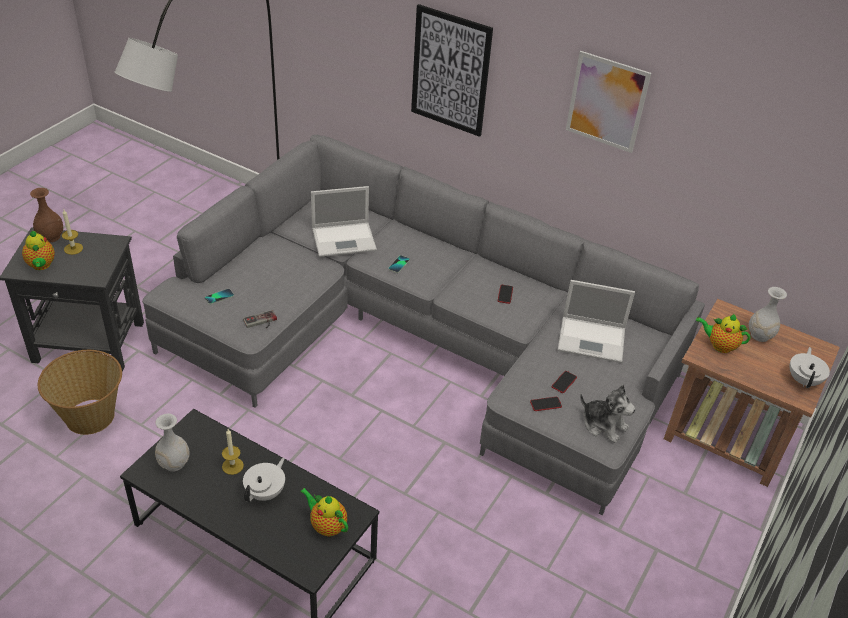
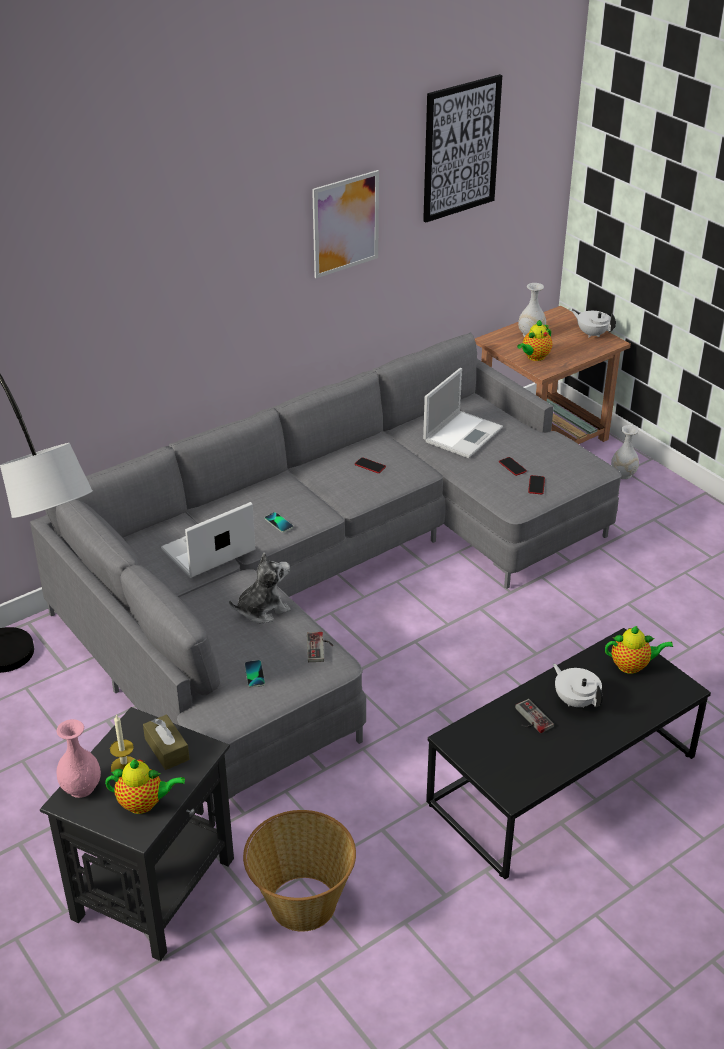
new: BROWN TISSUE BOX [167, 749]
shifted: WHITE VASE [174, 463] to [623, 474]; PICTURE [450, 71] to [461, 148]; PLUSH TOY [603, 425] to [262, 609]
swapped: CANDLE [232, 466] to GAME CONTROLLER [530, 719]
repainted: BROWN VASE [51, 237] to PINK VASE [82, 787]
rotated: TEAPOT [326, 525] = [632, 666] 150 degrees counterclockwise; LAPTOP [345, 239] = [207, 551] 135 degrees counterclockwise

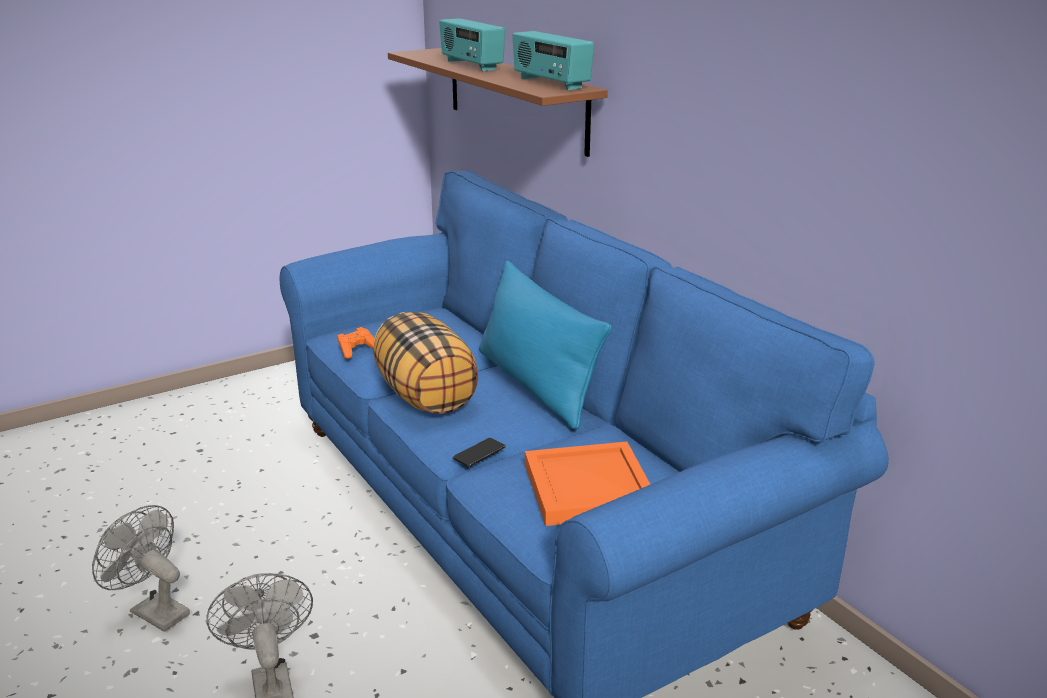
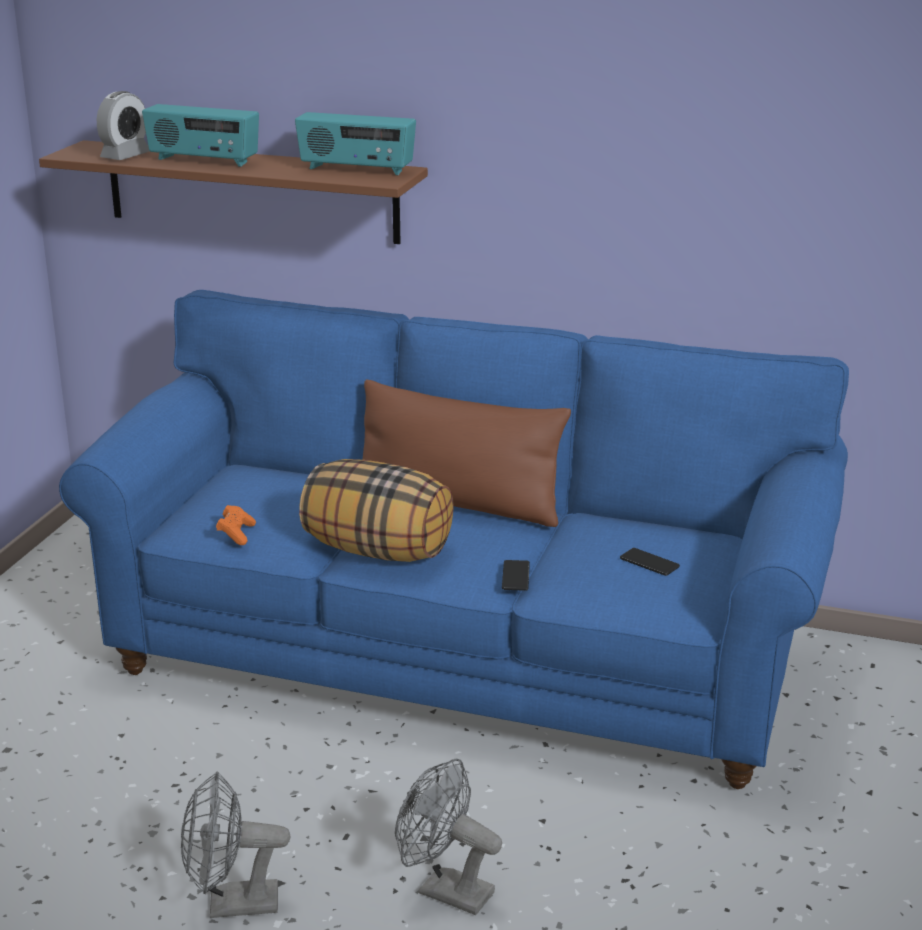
new: ALARM CLOCK [125, 156]
swapped: ORANGE TRAY [589, 486] to PHONE [649, 563]
repainted: BLUE PILLOW [535, 384] to BROWN PILLOW [457, 503]

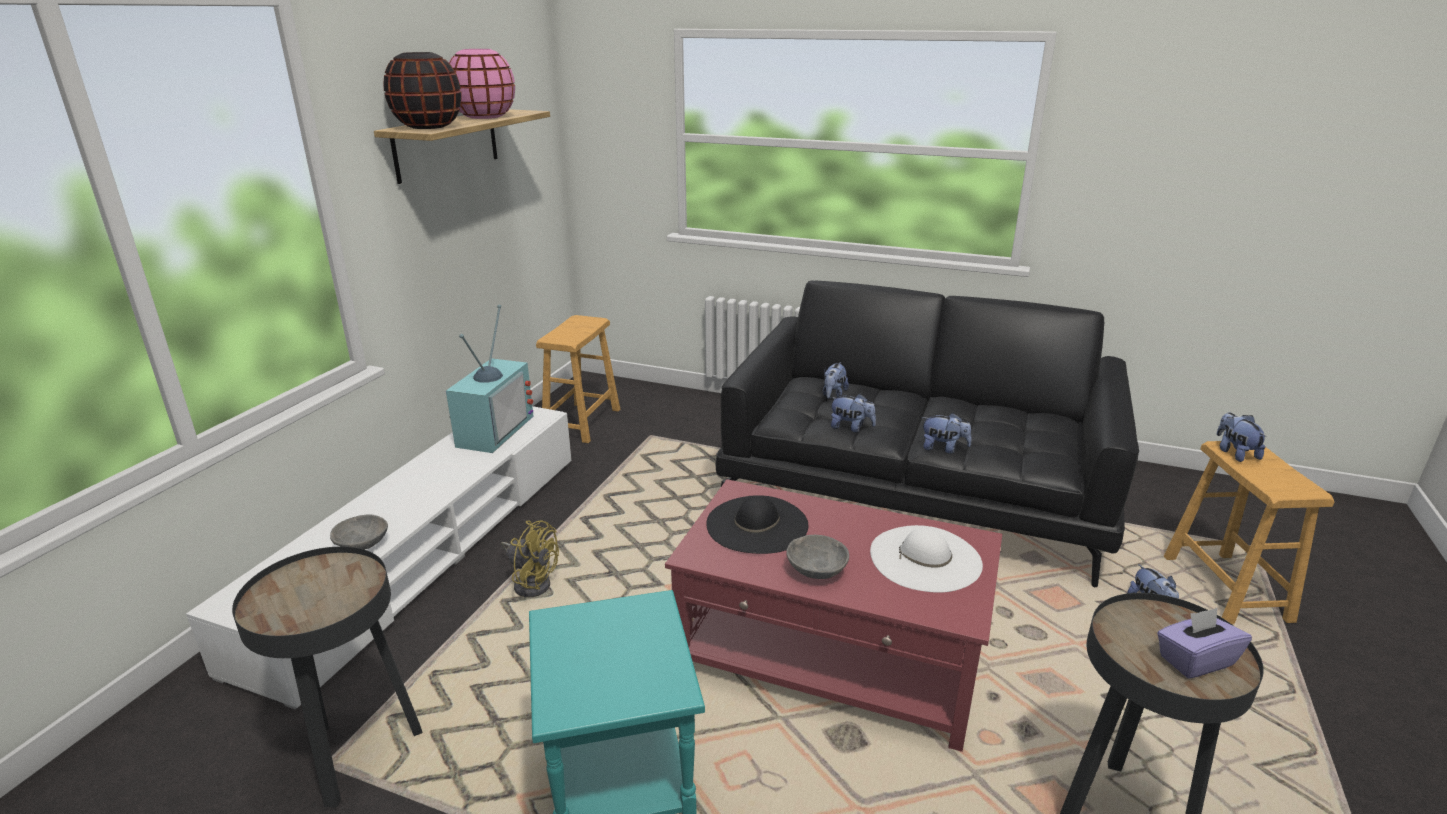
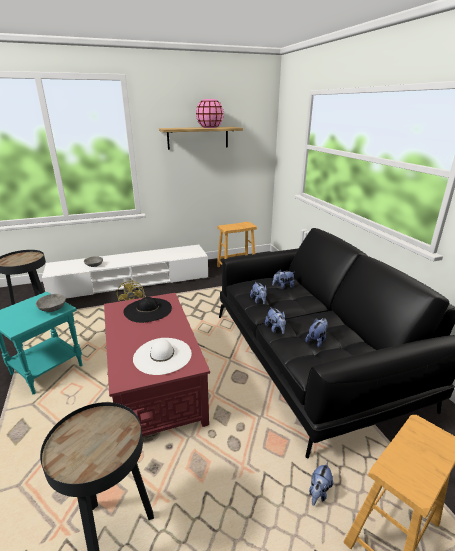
gone: BLACK VASE [428, 127]; TELEVISION [492, 430]; PURPLE TISSUE BOX [1195, 660]
shifted: GREY BOWL [815, 571] to [52, 309]; PLUSH TOY [1234, 453] to [317, 340]

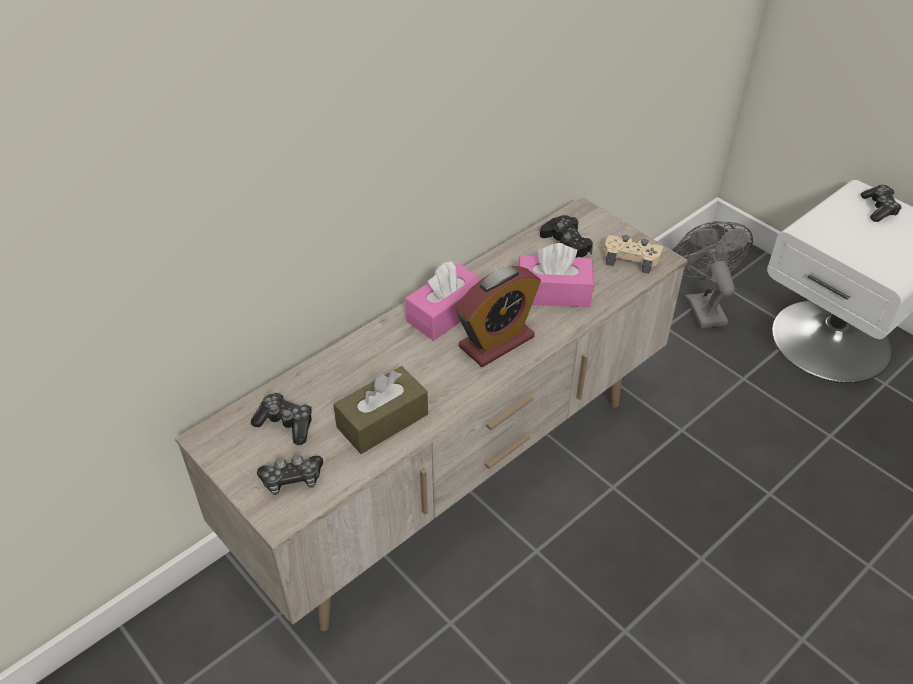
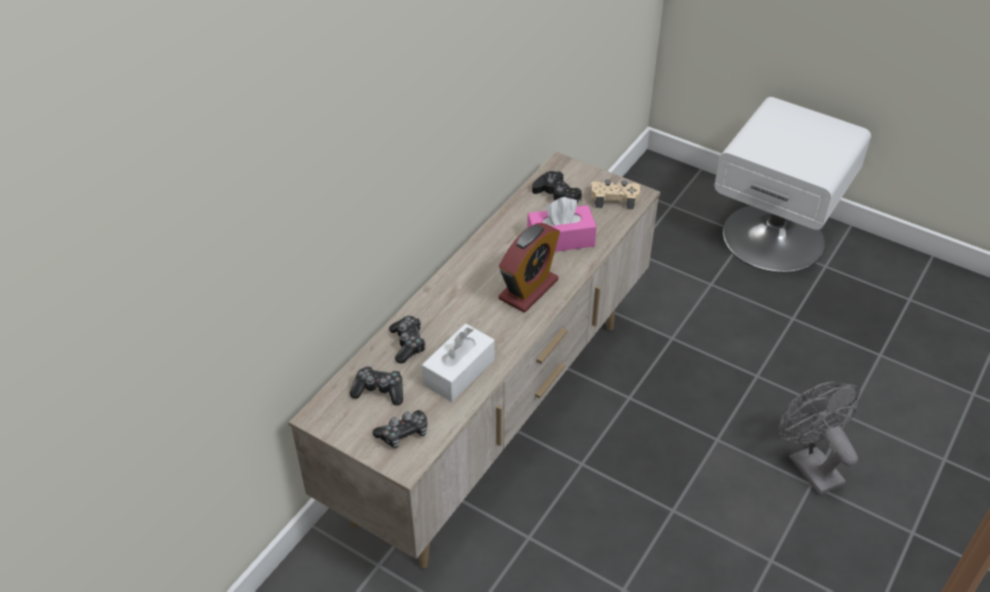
gone: PINK TISSUE BOX [446, 313]
shifted: GREY FAN [701, 306] to [809, 465]; GAME CONTROLLER [879, 209] to [408, 344]
repainted: BROWN TISSUE BOX [382, 421] to WHITE TISSUE BOX [459, 372]

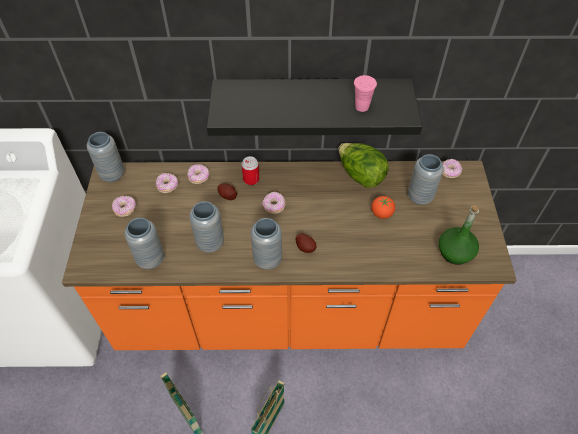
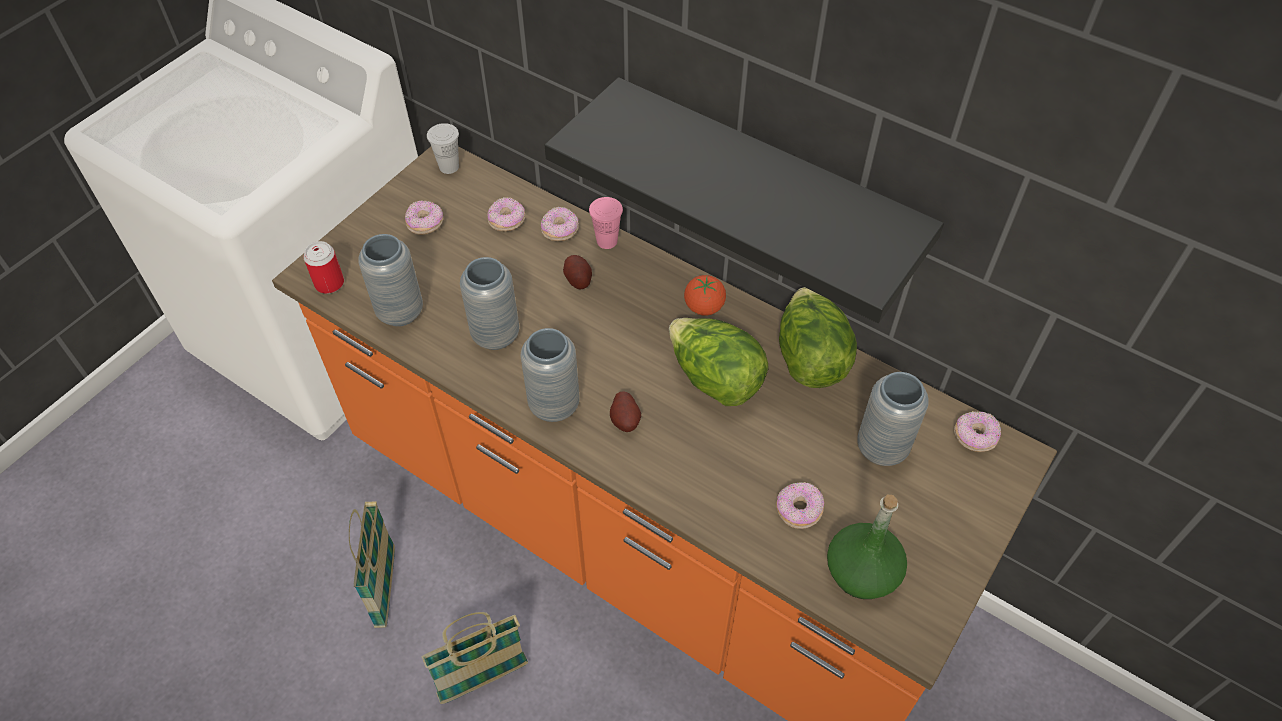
new: LETTUCE [714, 380]
shifted: CAN [251, 179] to [329, 283]; DONUT [274, 206] to [798, 510]; PINK CUP [362, 106] to [607, 241]; TOMATO [381, 213] to [704, 307]
swapped: GREY VASE [112, 175] to WHITE CUP [449, 167]

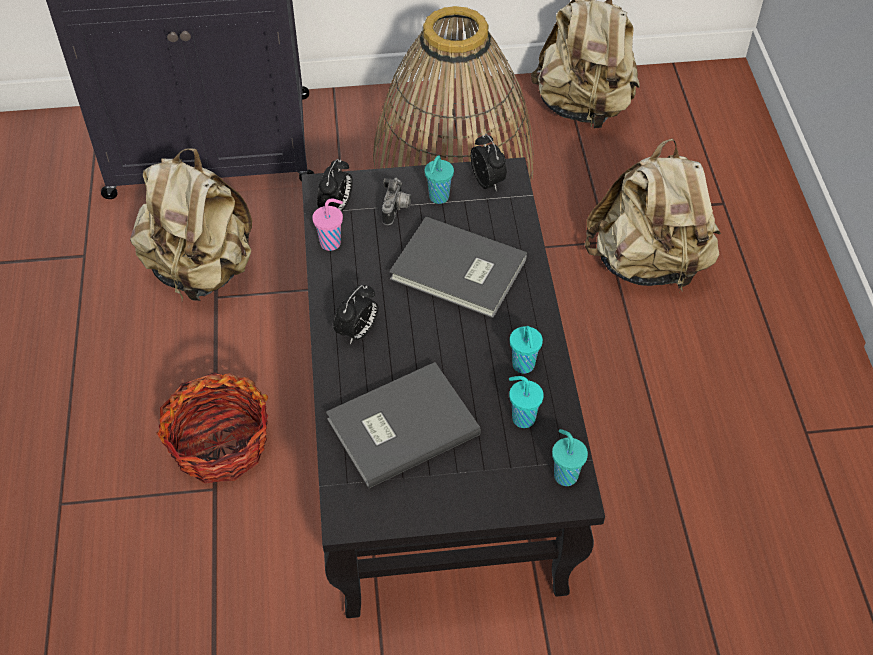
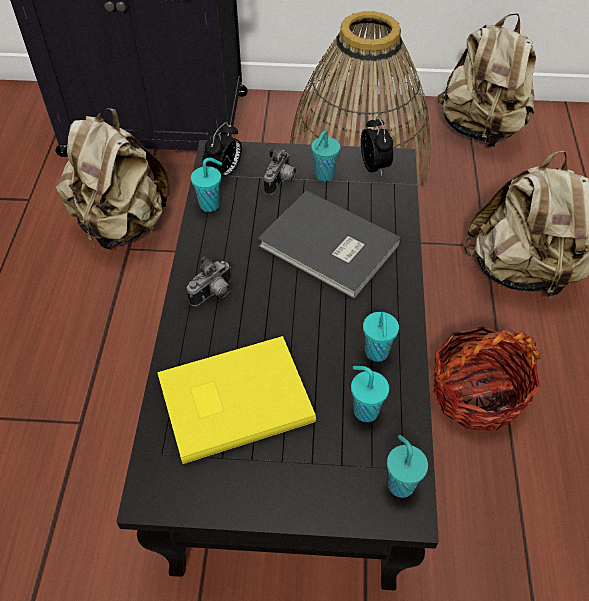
shifted: BASKET [220, 445] to [476, 394]
swapped: ALARM CLOCK [358, 332] to PHOTO CAMERA [214, 294]
repainted: PINK CUP [331, 243] to TURQUOISE CUP [211, 204]; GREY BOOK [399, 425] to YELLOW BOOK [232, 398]

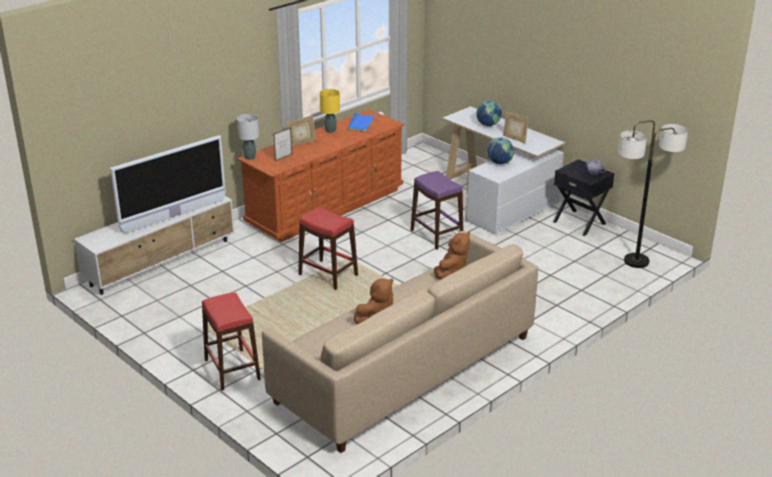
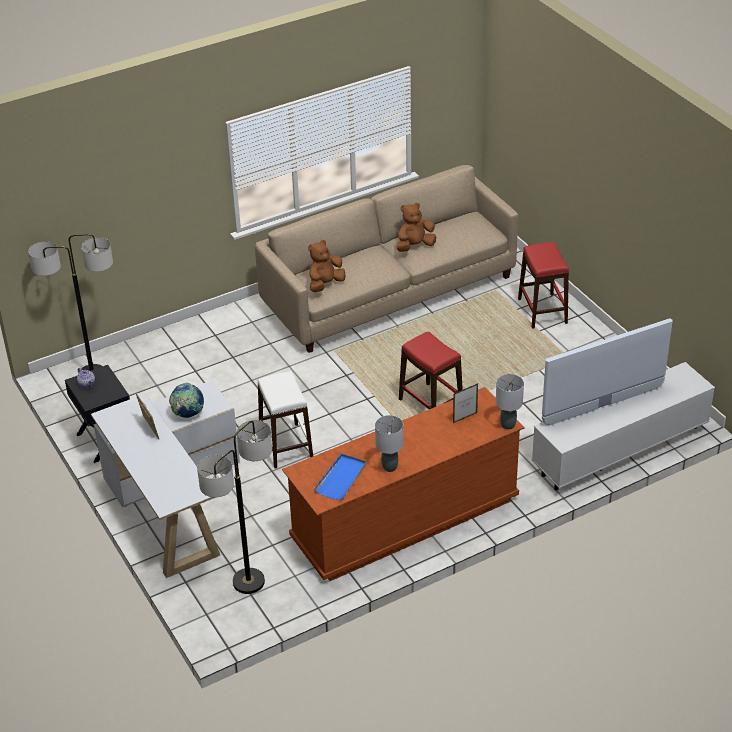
gone: PICTURE FRAME [301, 143]; GLOBE [488, 125]
new: FLOOR LAMP [248, 582]
repainted: YELLOW TABLE LAMP [330, 130] to GREY TABLE LAMP [390, 467]; PURPLE STOOL [436, 235] to WHITE STOOL [286, 445]

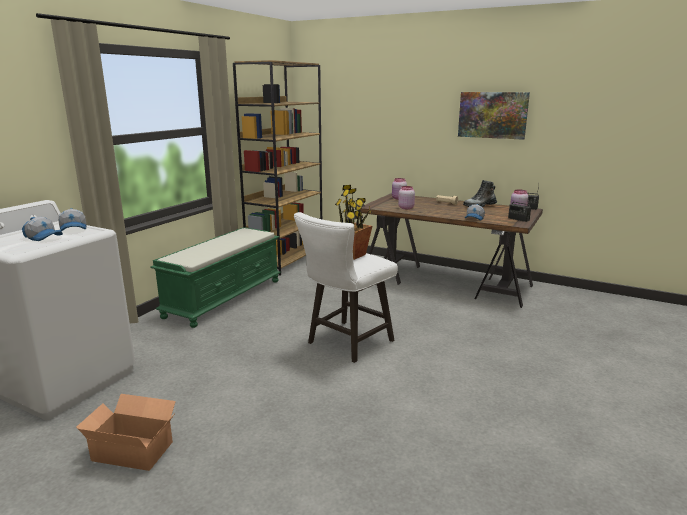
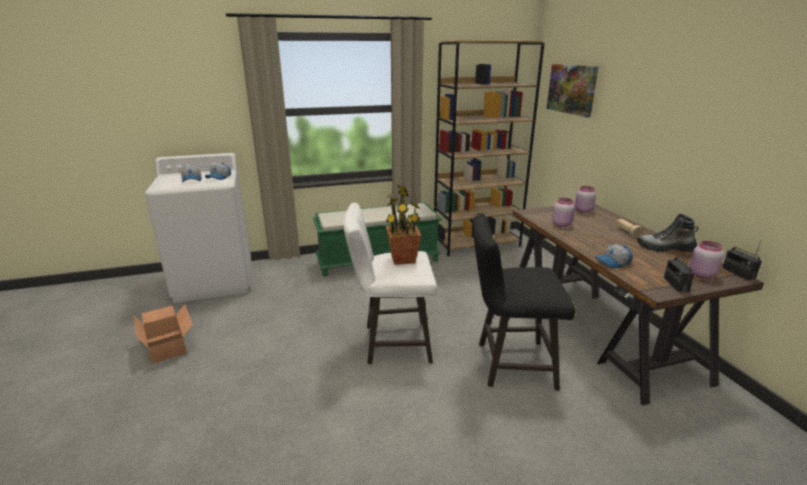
new: BLACK STOOL [509, 364]
shifted: PICTURE [492, 115] to [572, 89]

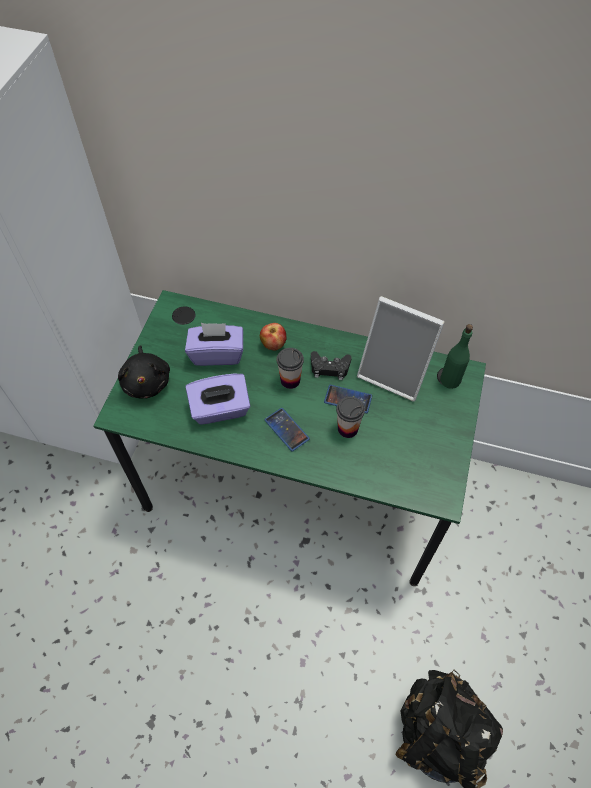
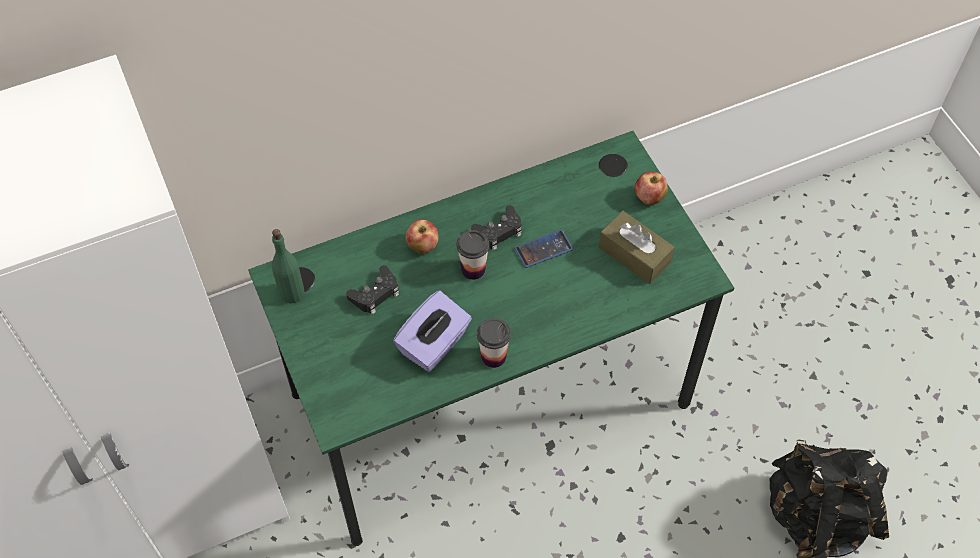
gone: BLACK PLUSH TOY [147, 381]; PHONE [286, 429]; PICTURE FRAME [394, 373]
new: BROWN TISSUE BOX [634, 255]; APPLE [649, 198]
shifted: CUP [347, 429] to [493, 356]; GREEN BOTTLE [450, 380] to [292, 292]
swapped: PURPLE TISSUE BOX [217, 354] to BLACK GAME CONTROLLER [375, 294]

